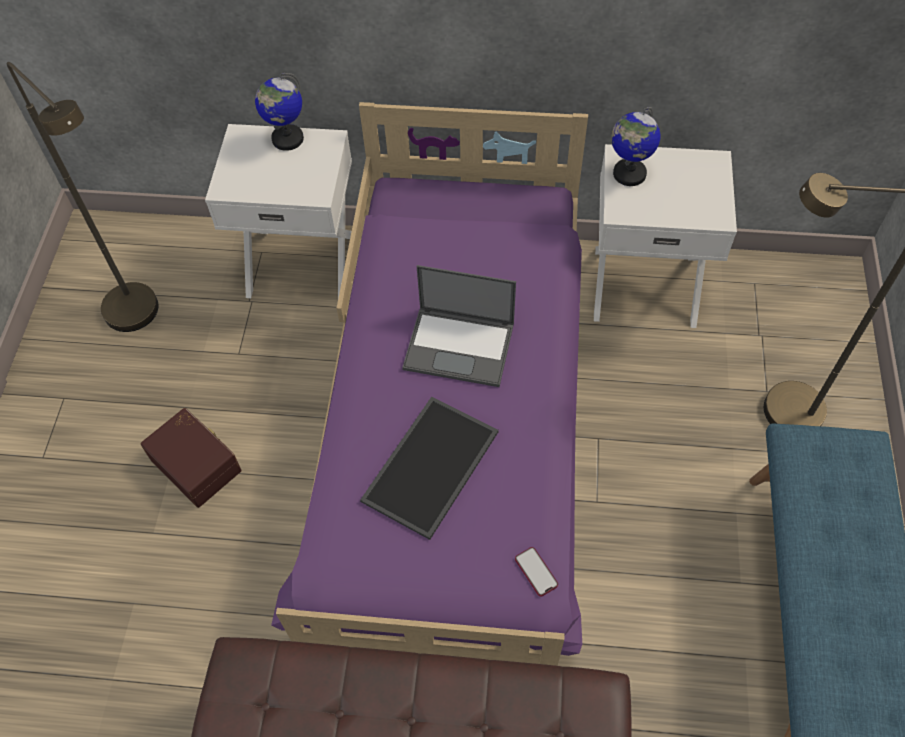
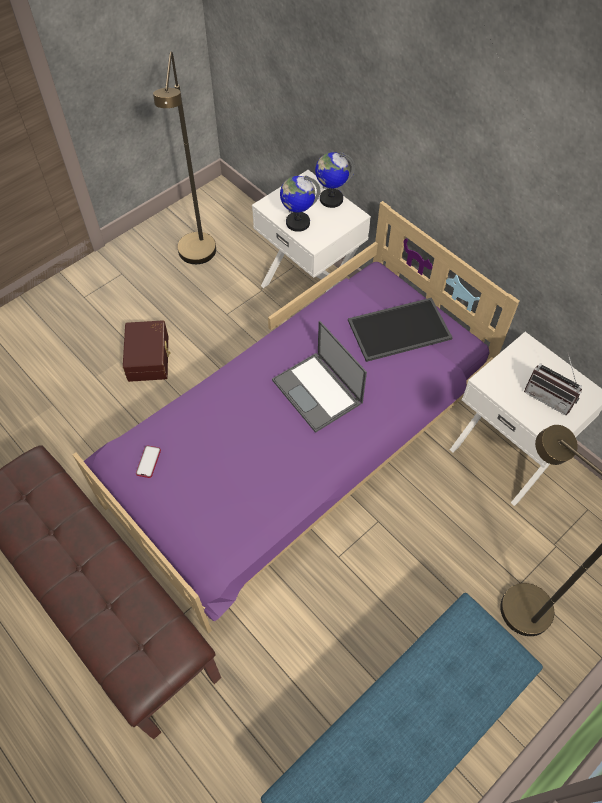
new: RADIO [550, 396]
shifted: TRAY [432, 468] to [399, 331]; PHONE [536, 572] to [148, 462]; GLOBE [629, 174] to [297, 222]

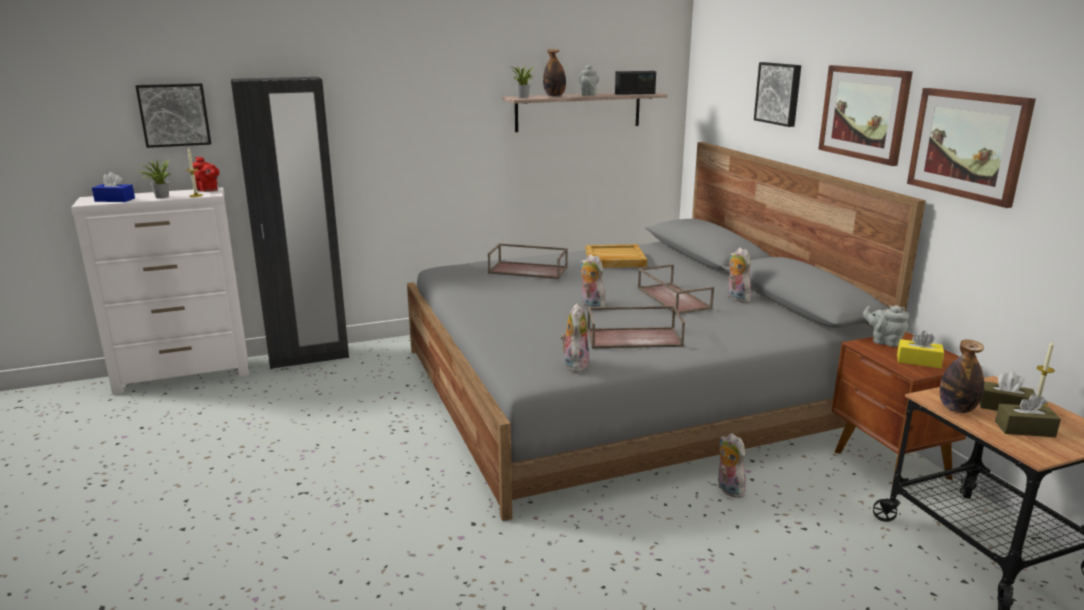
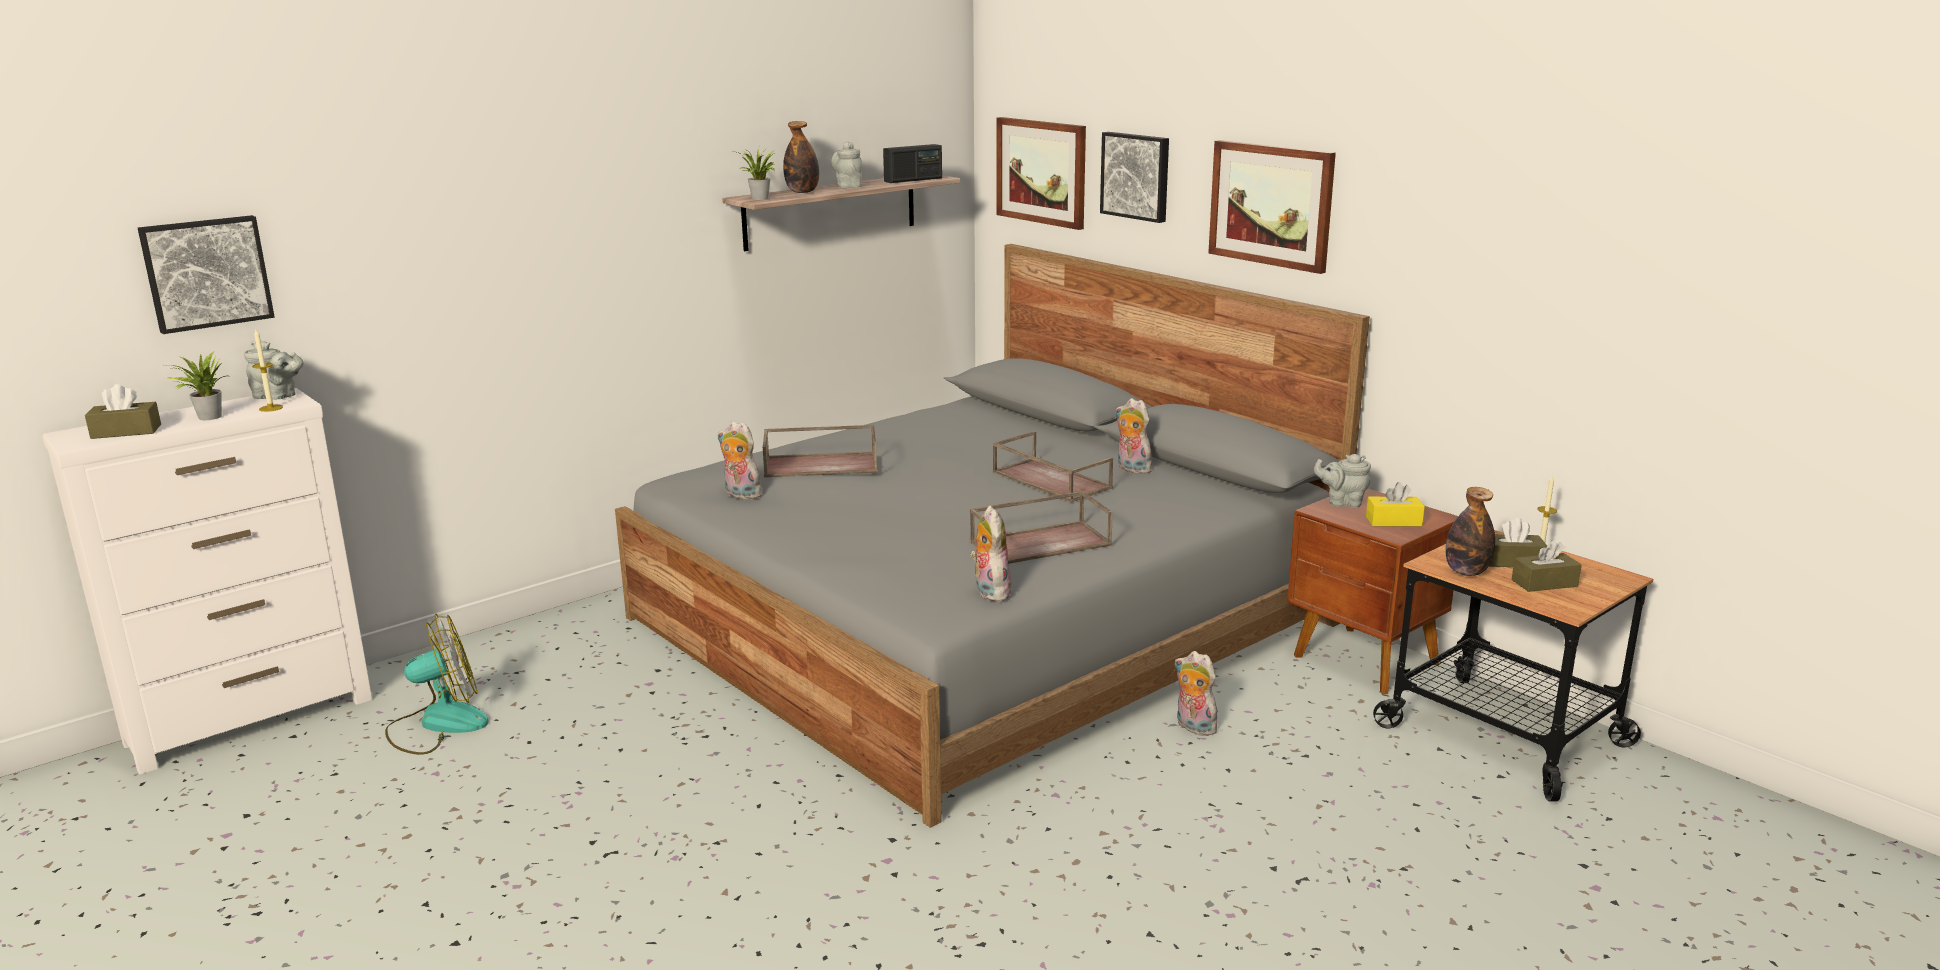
gone: BLACK WARDROBE [309, 357]; BEIGE TRAY [614, 259]
new: FAN [437, 724]
shifted: PLUSH TOY [591, 306] to [740, 495]; PICTURE [968, 144] to [1042, 172]
repainted: BLUE TISSUE BOX [115, 200] to BROWN TISSUE BOX [126, 431]; RED TEAPOT [207, 190] to GREY TEAPOT [278, 396]

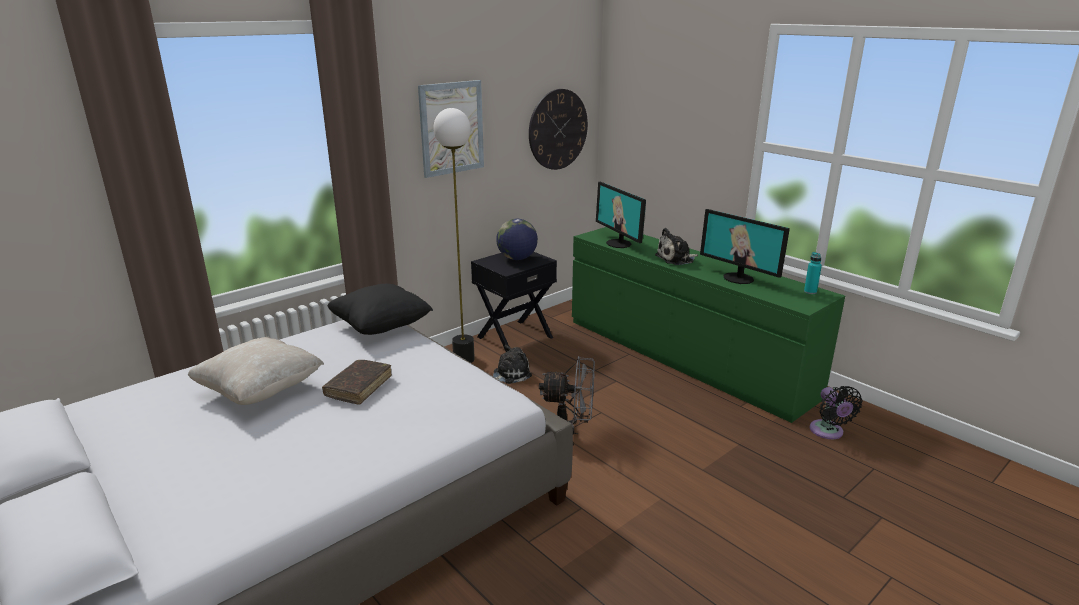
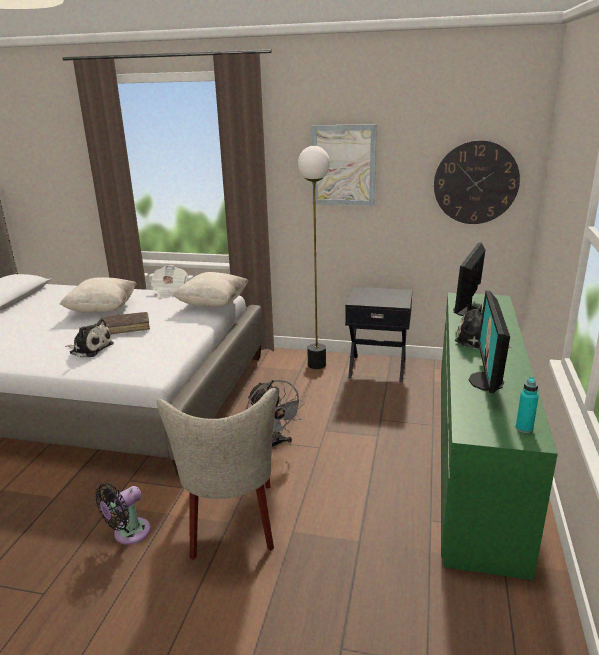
gone: GLOBE [517, 259]
new: NEWSPAPER [169, 292]; BEIGE CHAIR [231, 525]
shifted: PLUSH TOY [510, 374] to [90, 348]; BLACK FAN [828, 432] to [128, 533]
repainted: BLACK PILLOW [381, 327] to BEIGE PILLOW [213, 304]

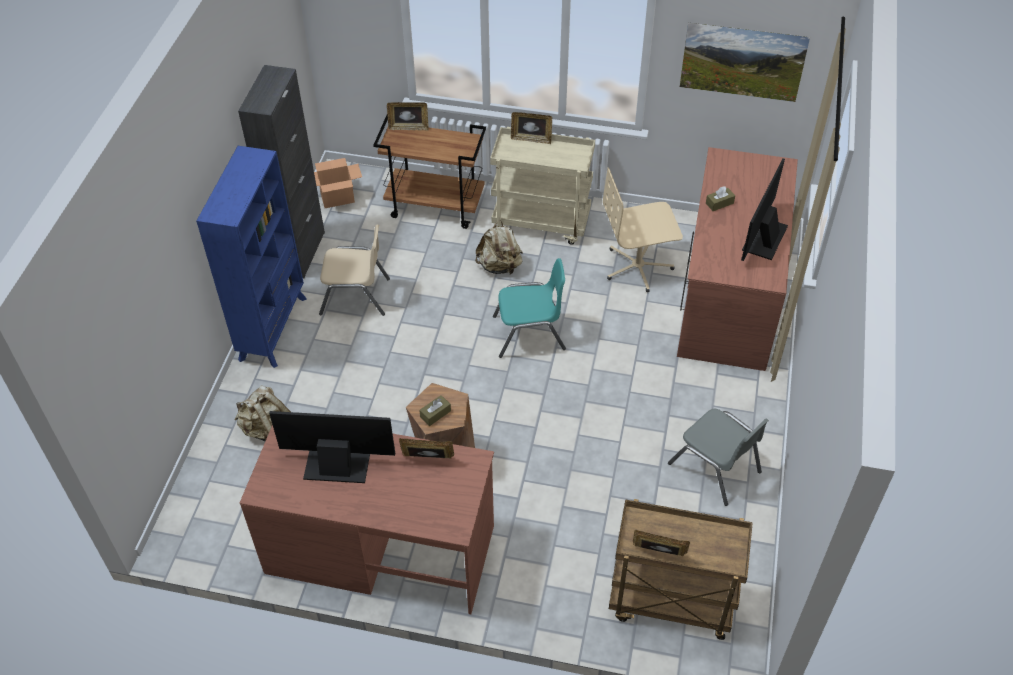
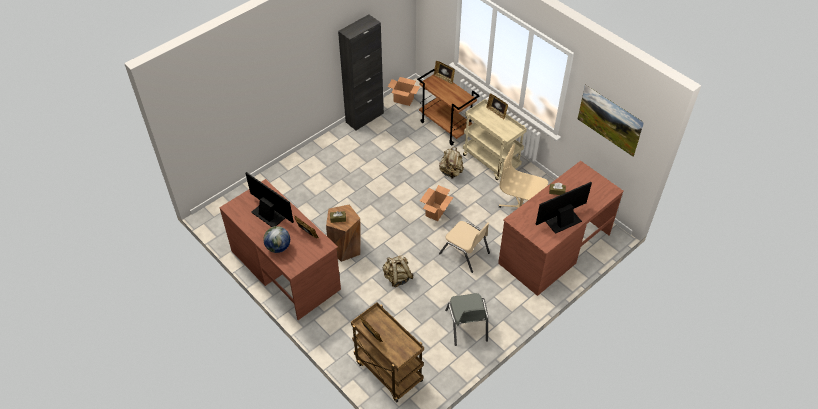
gone: BLUE BOOKCASE [273, 328]
new: GLOBE [278, 247]
shifted: BEIGE BACKPACK [266, 428] to [397, 277]; BEIGE CHAIR [355, 296] to [464, 253]
swapped: TURQUOISE CHAIR [529, 334] to CARDBOARD BOX [436, 212]

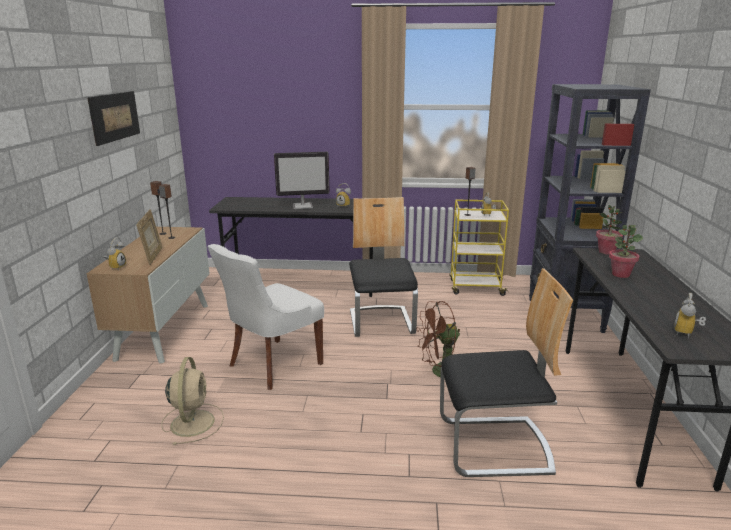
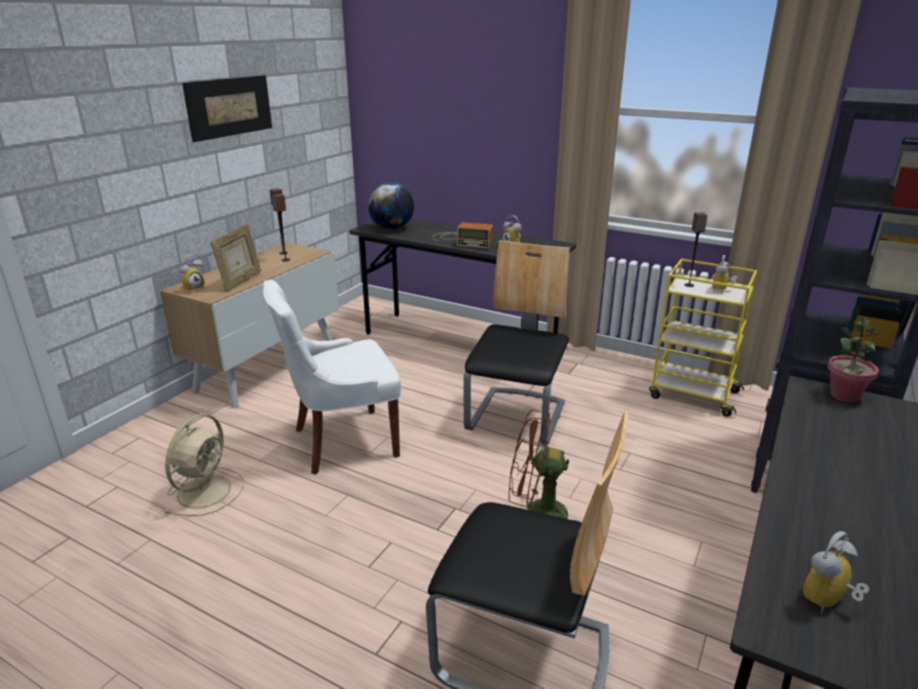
gone: POTTED PLANT [620, 274]
new: GLOBE [392, 228]
swapped: MONITOR [303, 206] to RADIO [461, 240]

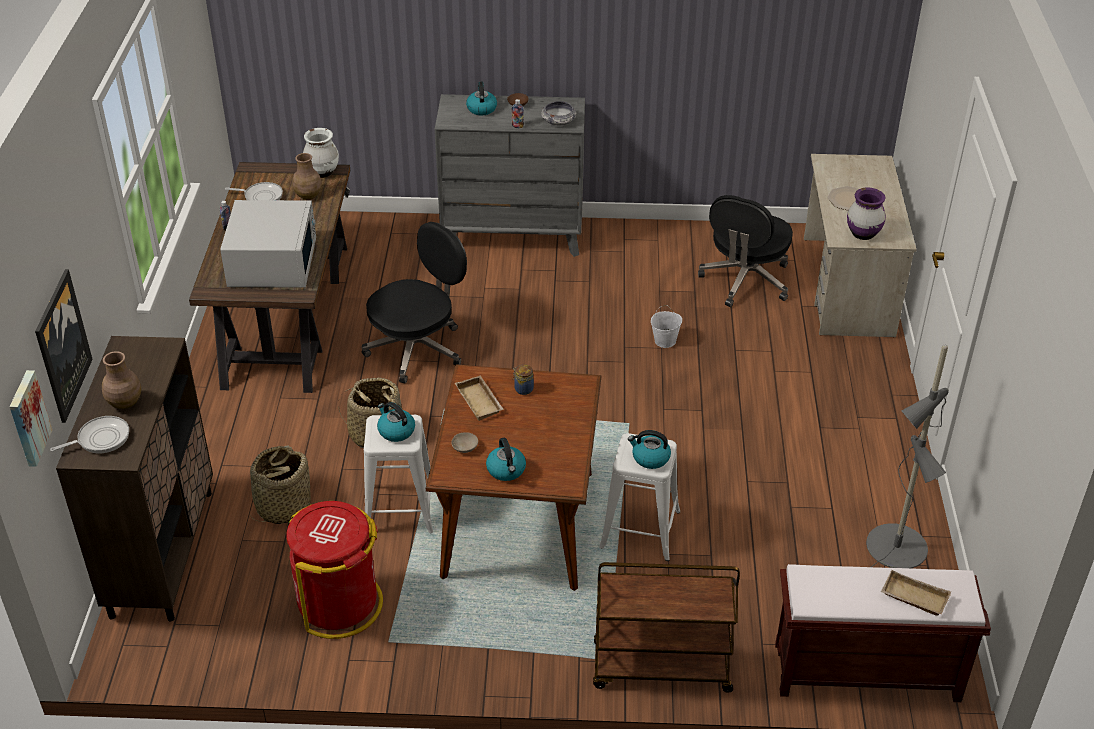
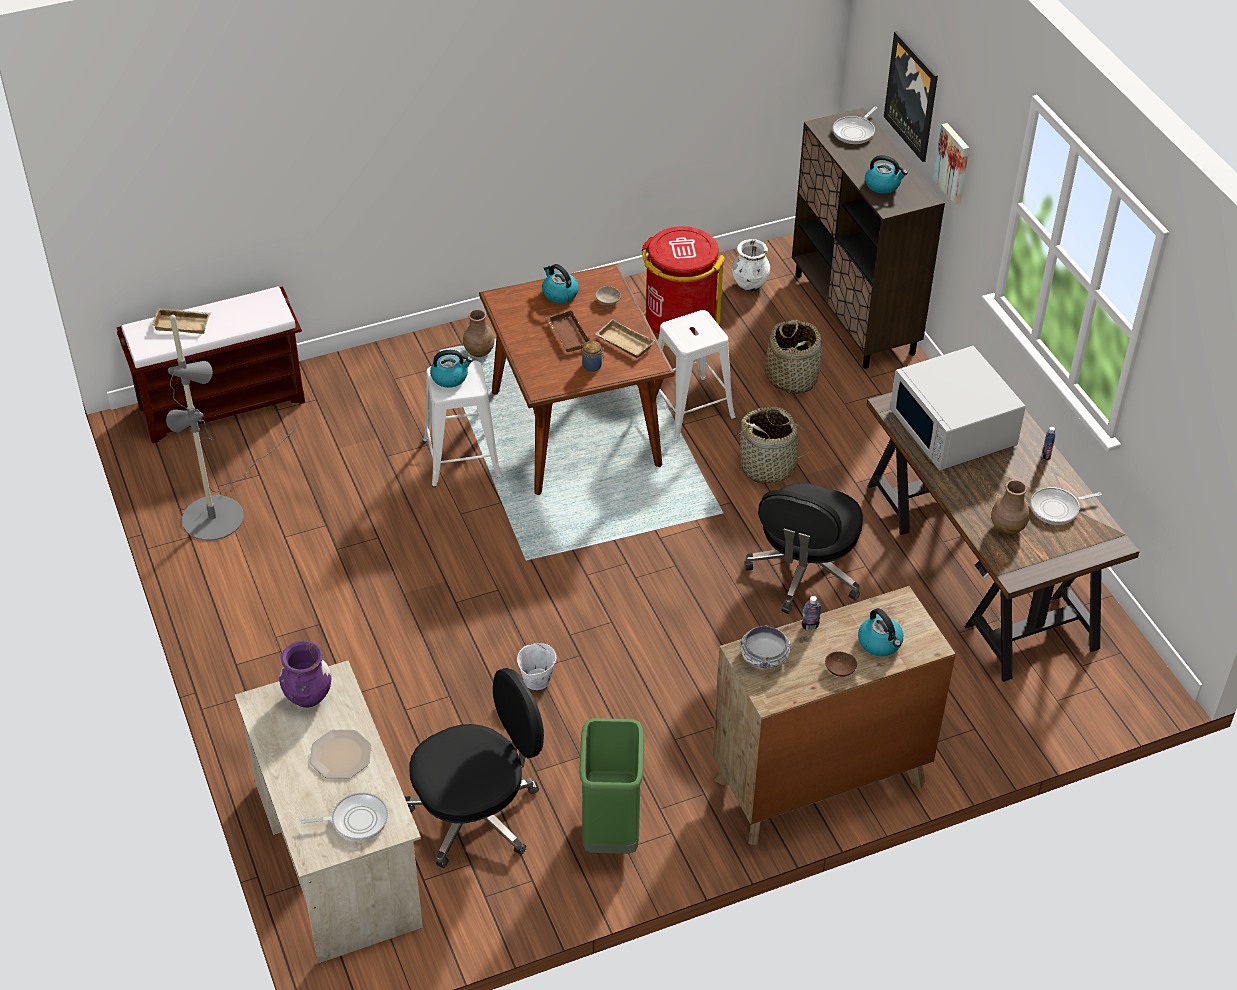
gone: BROWN CART [660, 668]
new: FRYING PAN [356, 820]; BROWN TRAY [566, 335]; GREEN TRASH CAN [611, 833]
shifted: PICTURE [27, 418] to [953, 162]; BROWN VASE [124, 403] to [479, 351]; WHITE VASE [322, 172] to [749, 285]; KETTLE [395, 431] to [883, 185]
repainted: GREY DRESSER [512, 236] to BROWN DRESSER [819, 781]
rotated: BLACK OFFICE CHAIR [745, 281] = [477, 813] 60 degrees clockwise

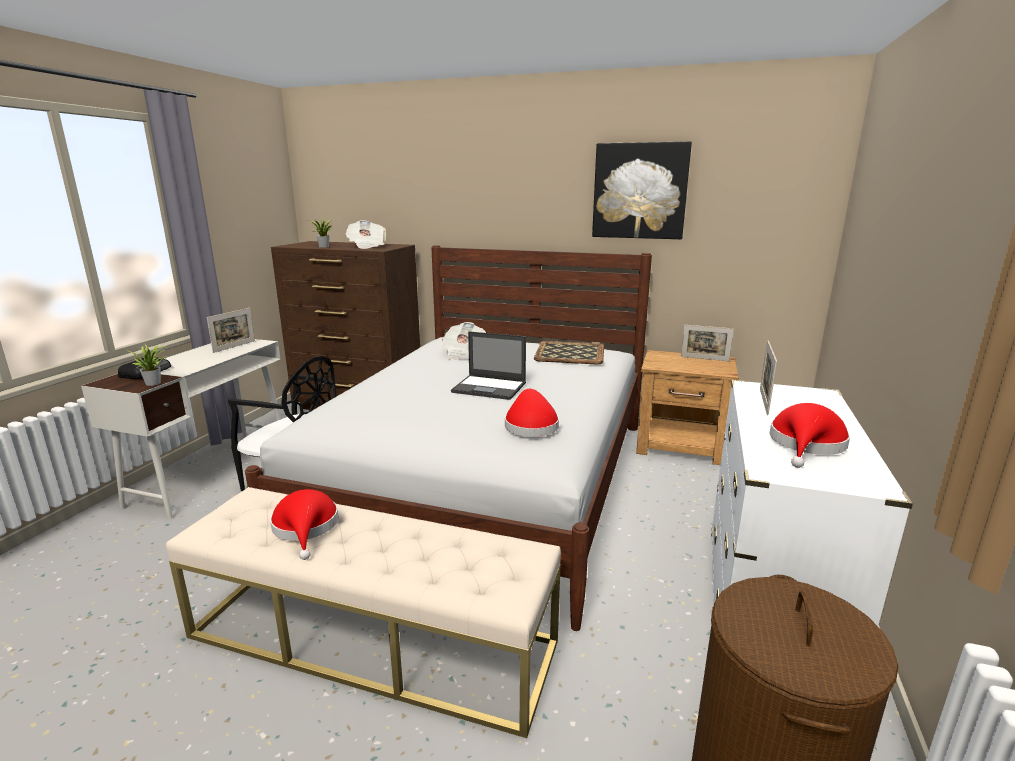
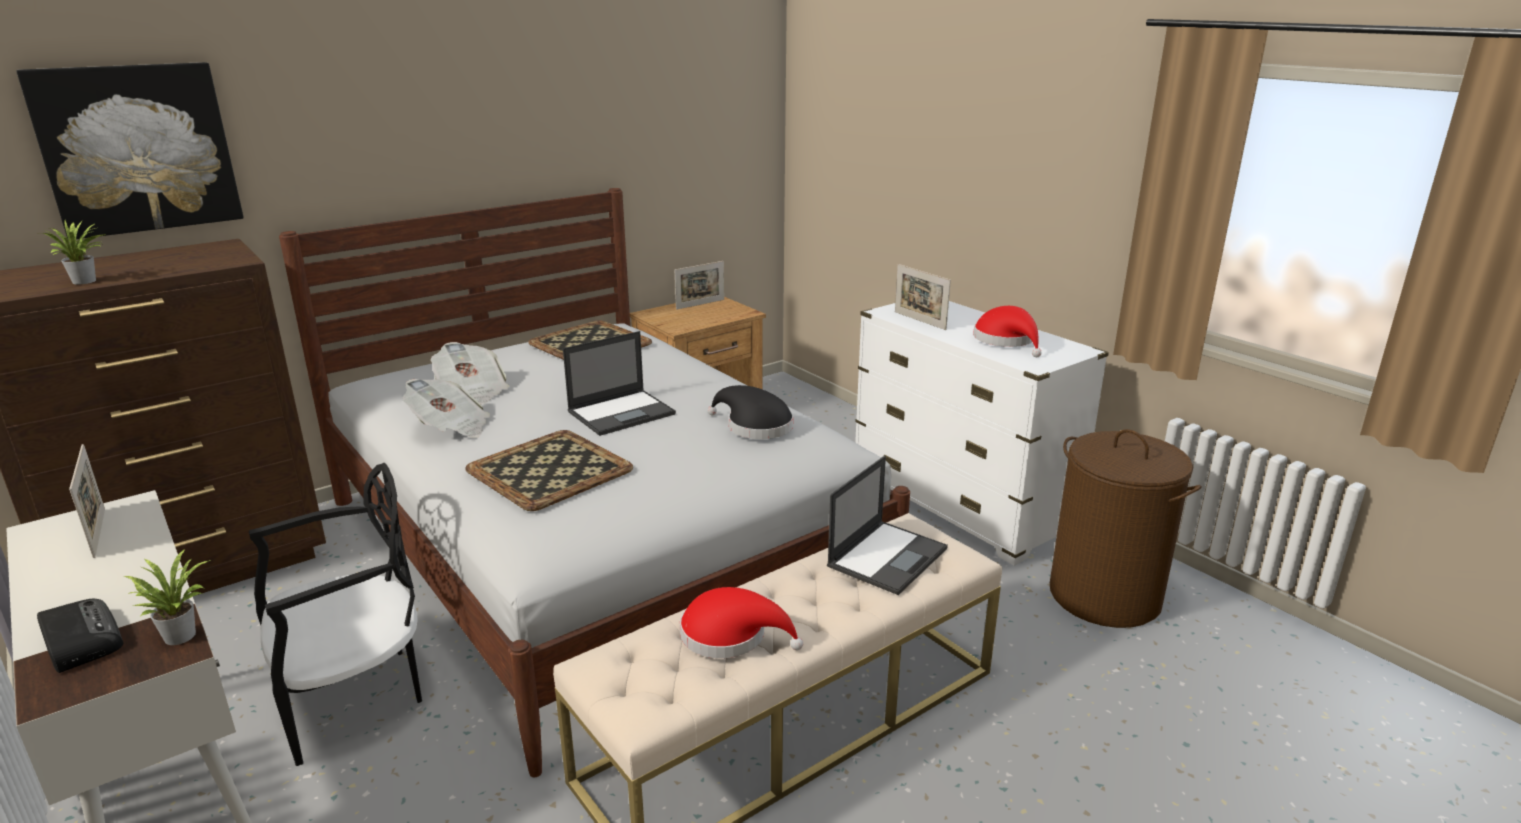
new: TRAY [551, 470]; LAPTOP [888, 556]
shifted: NEWSPAPER [367, 246] to [450, 427]; PICTURE [640, 191] to [137, 149]
repainted: RED HAT [530, 425] to BLACK HAT [754, 426]

